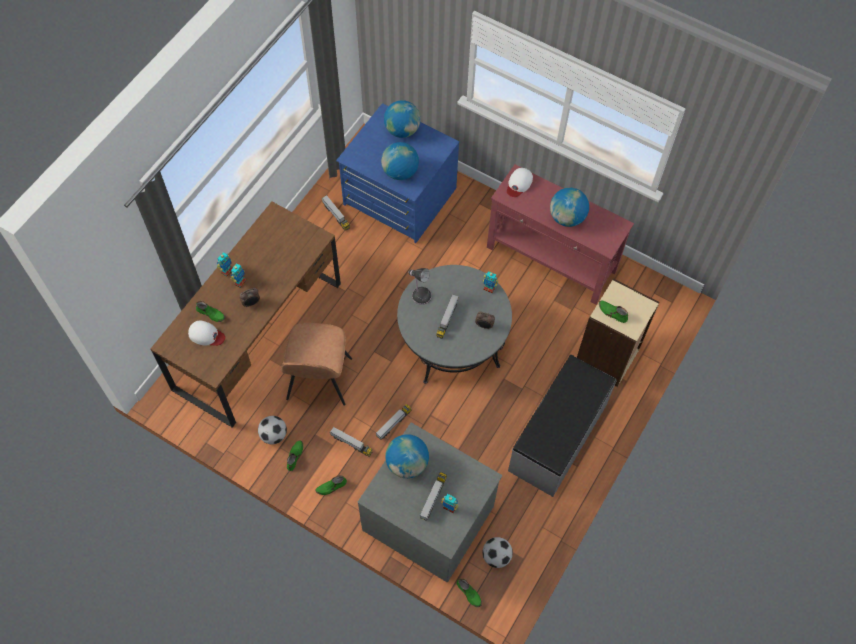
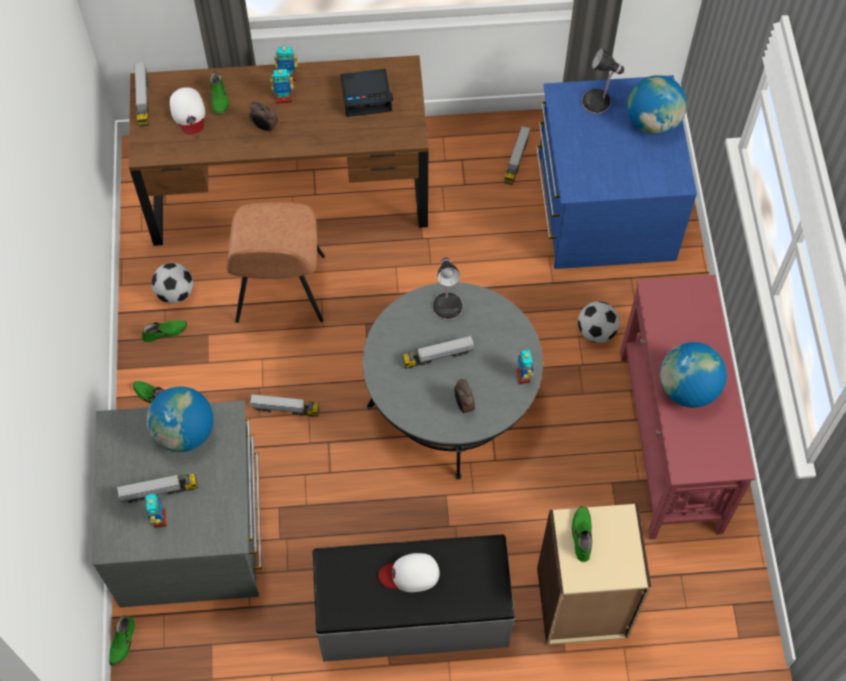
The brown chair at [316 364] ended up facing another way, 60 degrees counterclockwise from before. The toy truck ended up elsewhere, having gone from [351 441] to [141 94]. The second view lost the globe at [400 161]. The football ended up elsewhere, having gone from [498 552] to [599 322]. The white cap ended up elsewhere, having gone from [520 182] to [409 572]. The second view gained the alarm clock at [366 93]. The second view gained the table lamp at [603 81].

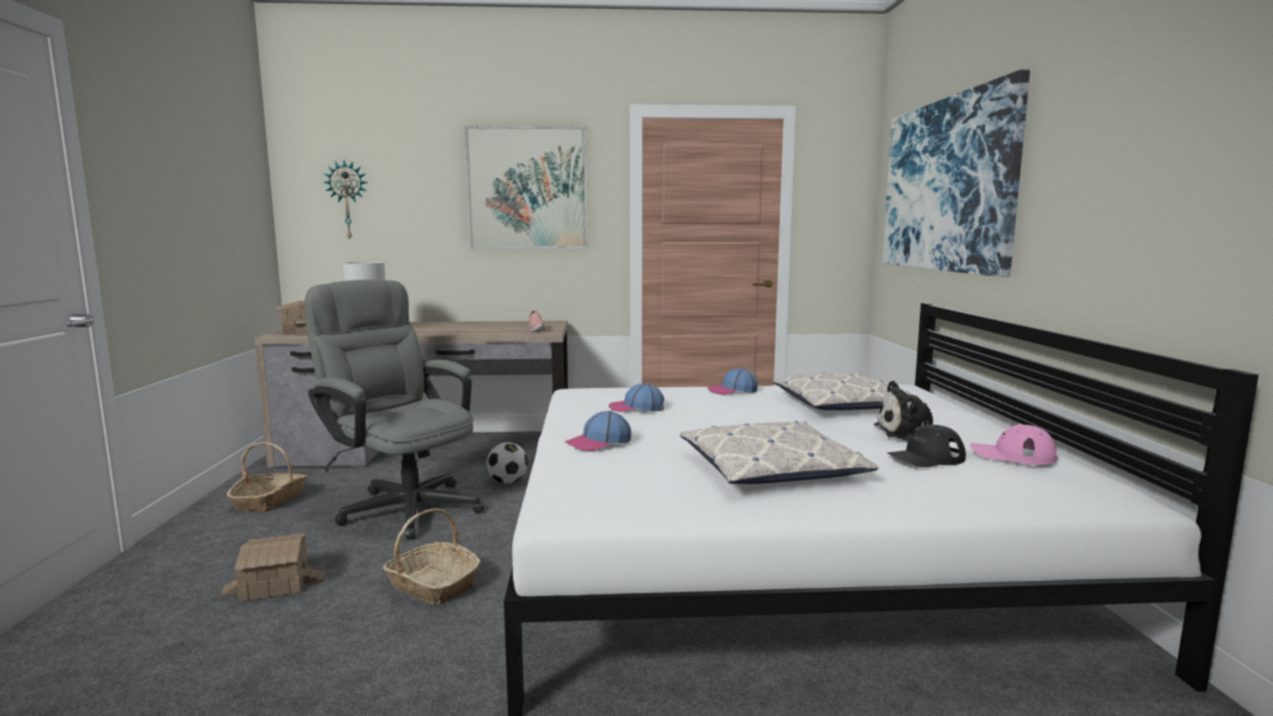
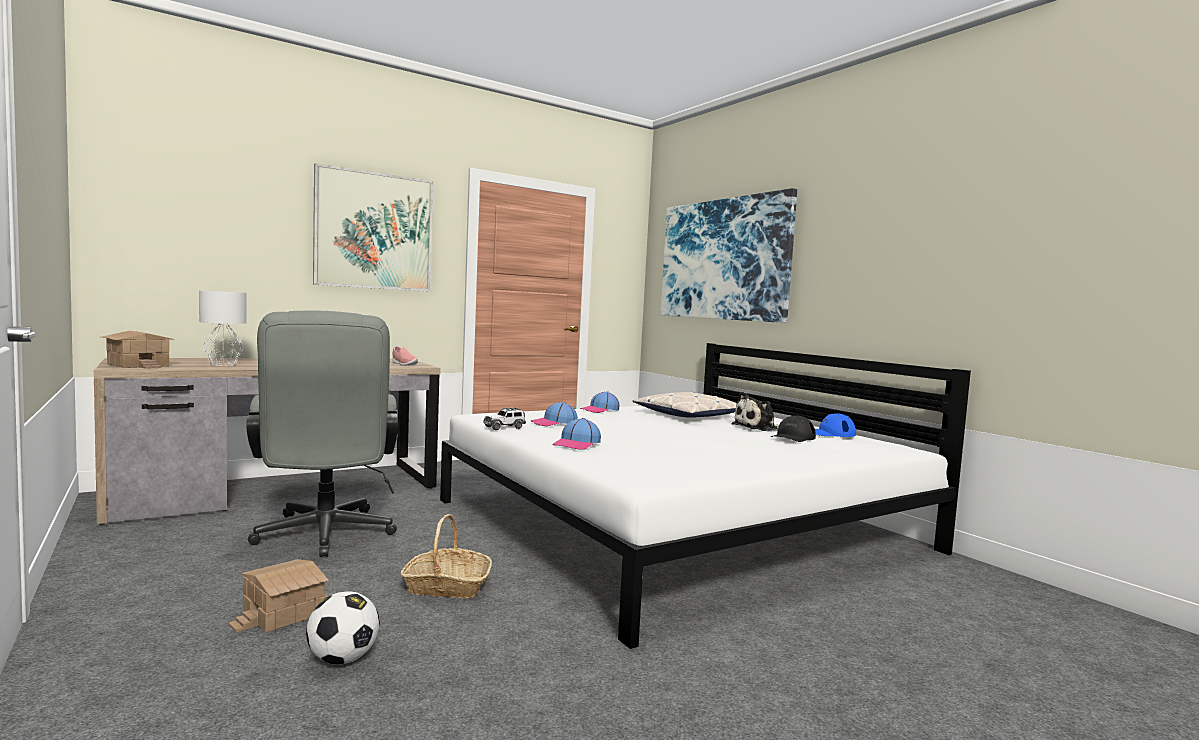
The second view lost the basket at [267 477]. The grey office chair at [394 410] ended up facing another way, 120 degrees counterclockwise from before. The second view lost the wall clock at [345 200]. The football ended up elsewhere, having gone from [507 462] to [343 628]. The second view lost the pillow at [779 452]. What was the pink cap at [1014 445] turned into the blue cap at [835 425]. The second view gained the toy car at [504 419].

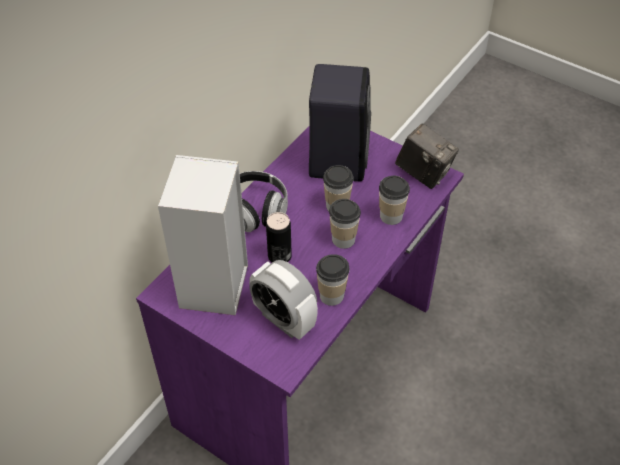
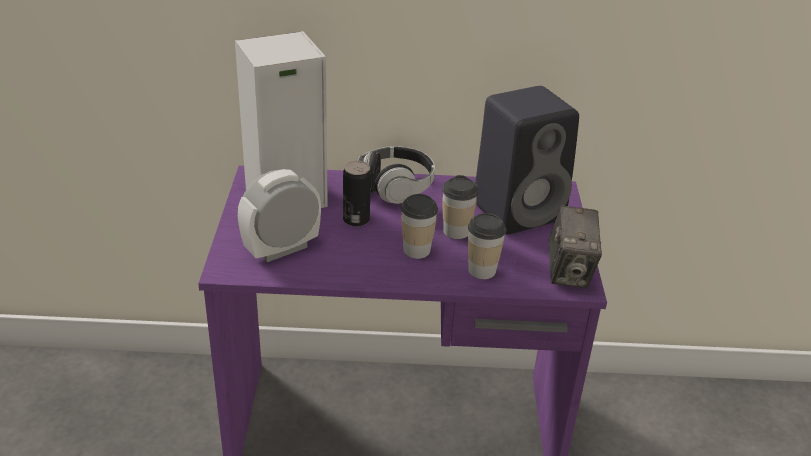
The alarm clock at [283 300] ended up facing another way, 45 degrees clockwise from before. The second view lost the cup at [333 280].

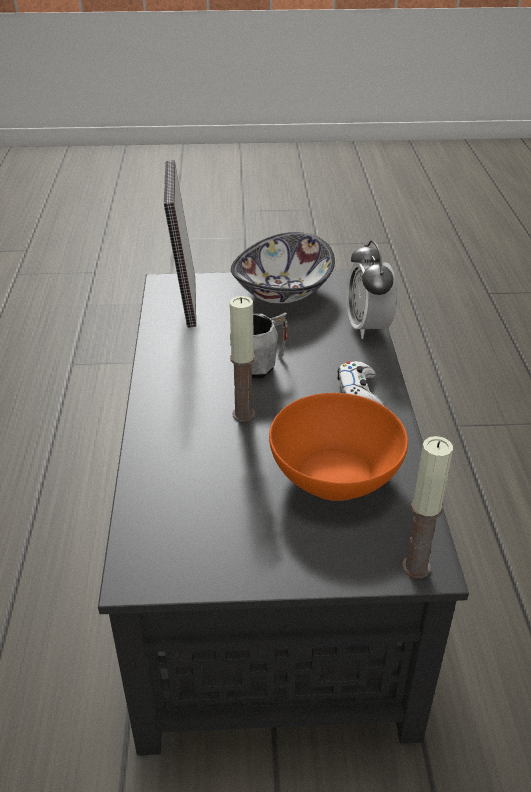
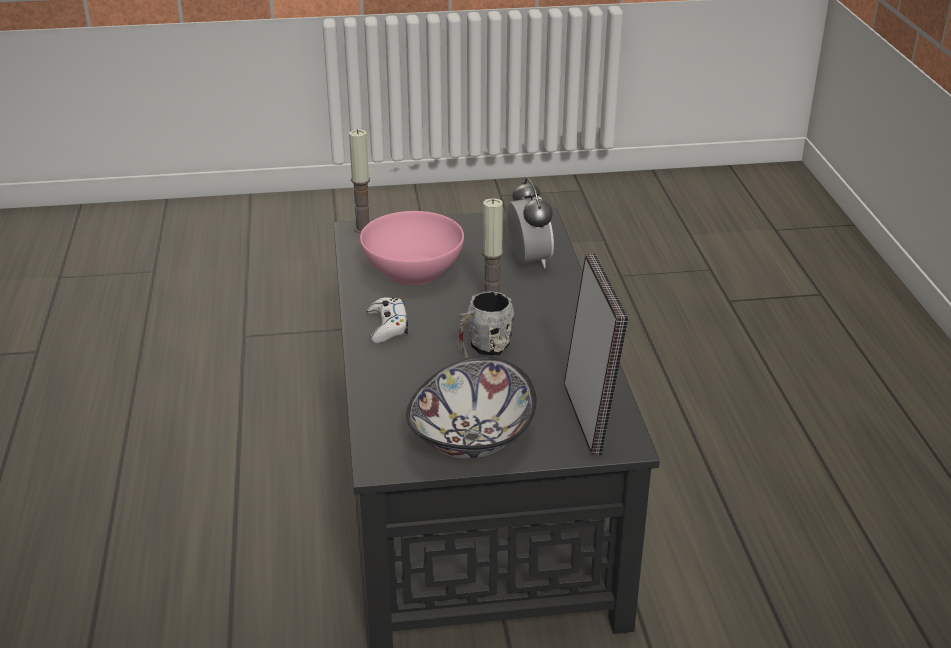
What was the orange bowl at [338 447] turned into the pink bowl at [412 248]. The alarm clock ended up elsewhere, having gone from [371 289] to [530 223].

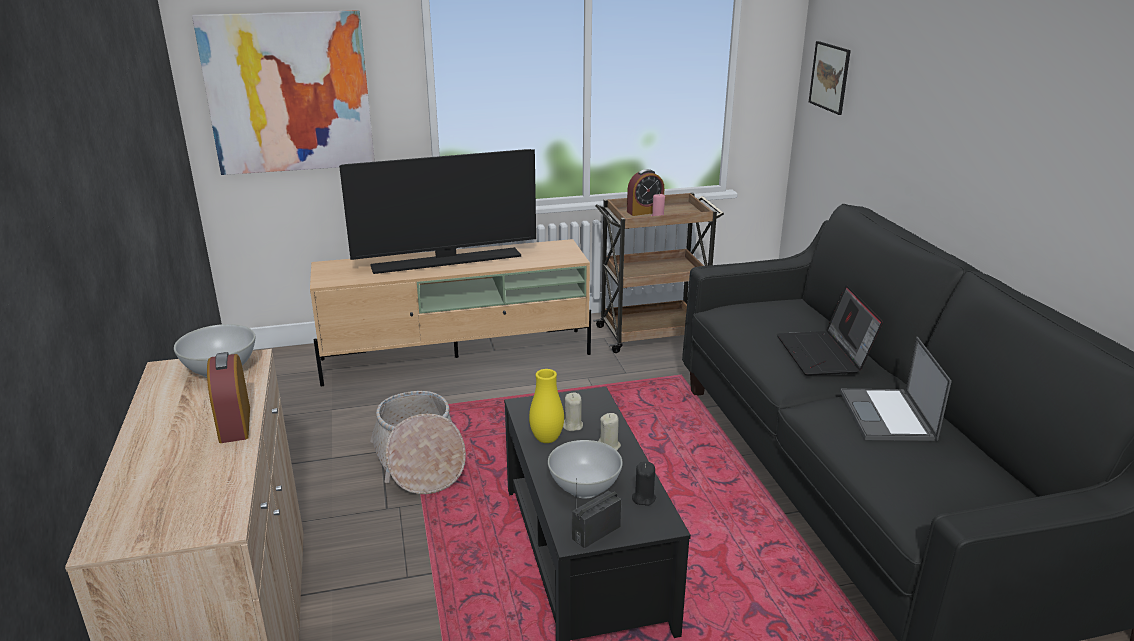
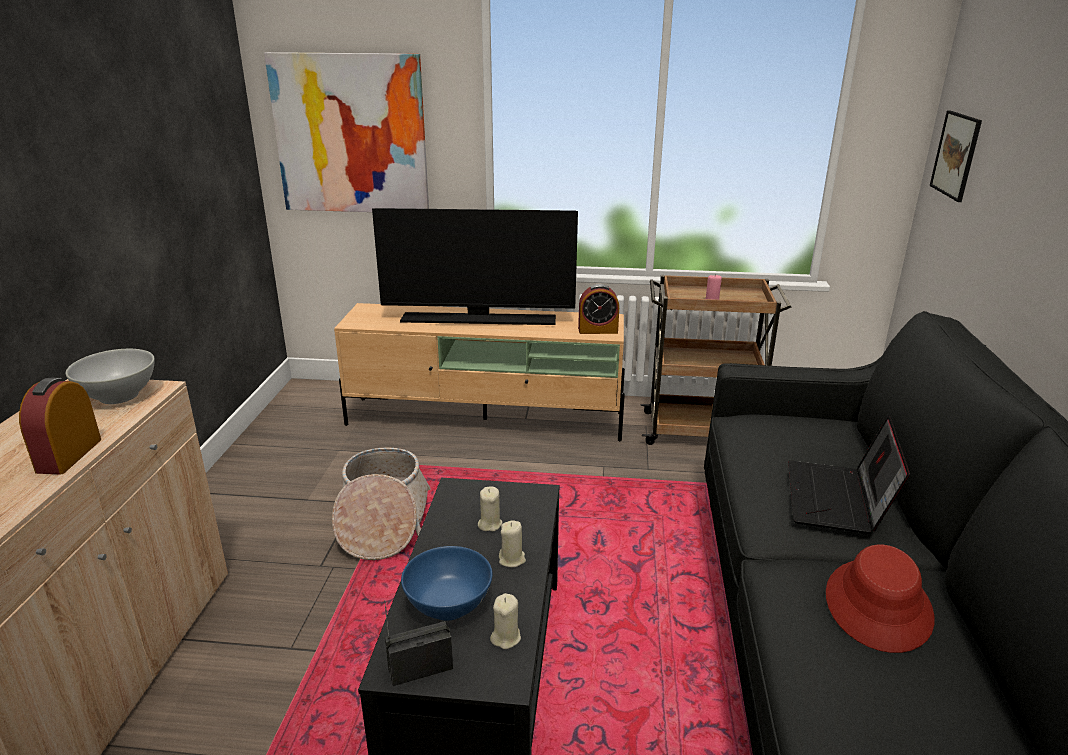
The second view lost the yellow vase at [546 406]. What was the white bowl at [585 469] turned into the blue bowl at [446 583]. The alarm clock ended up elsewhere, having gone from [645 192] to [598 309]. What was the black candle at [644 484] turned into the beige candle at [505 621]. Where the laptop stood at [896 389], the red hat came to stand at [880 598].

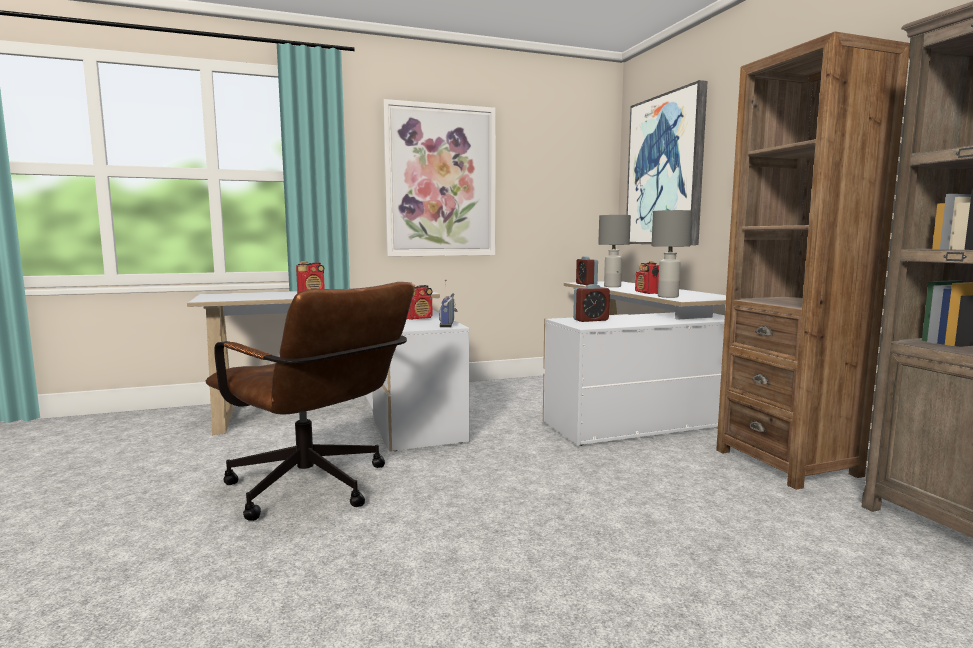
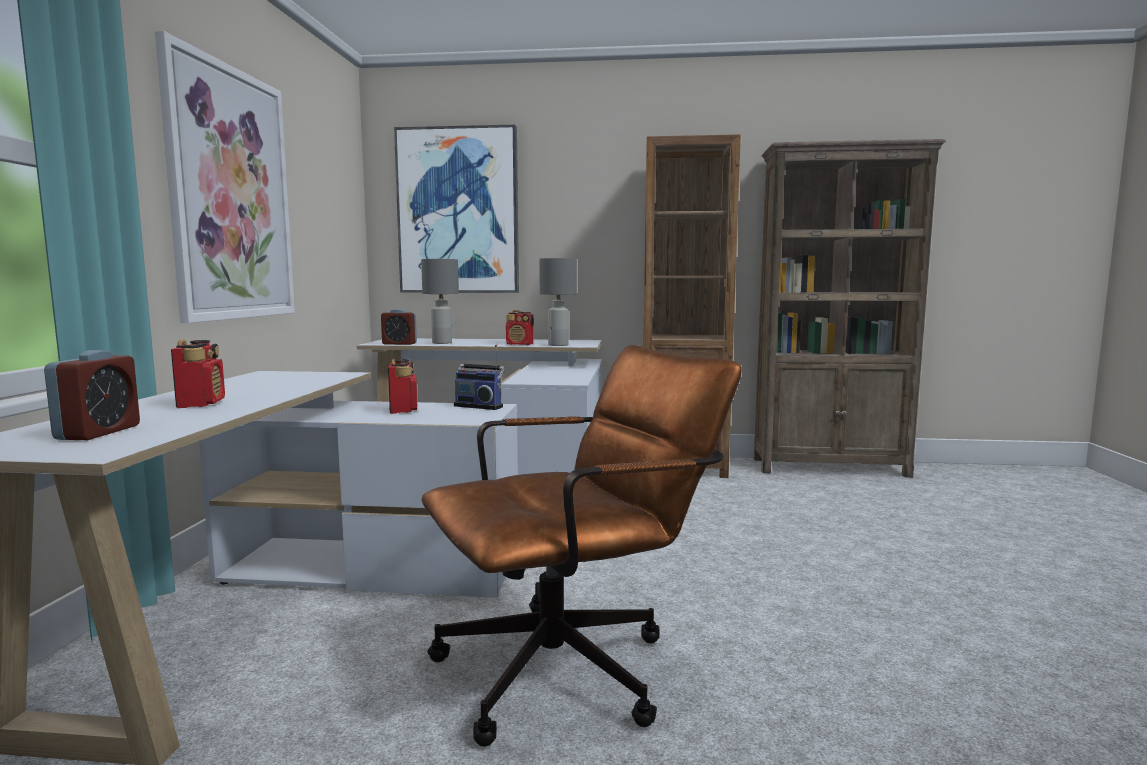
The alarm clock ended up elsewhere, having gone from [591 303] to [92 395].

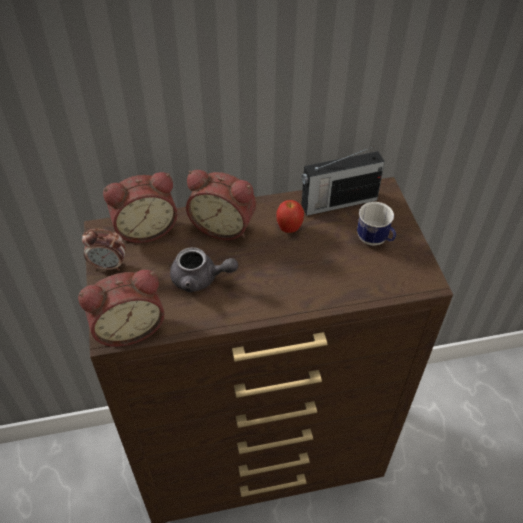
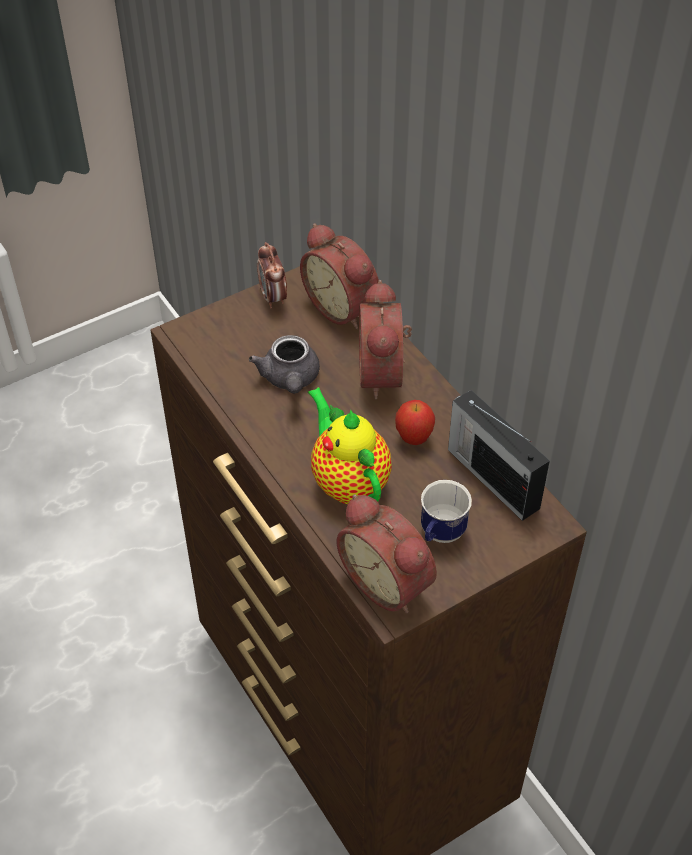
The alarm clock ended up elsewhere, having gone from [121 308] to [387 553]. The second view gained the teapot at [350 445].

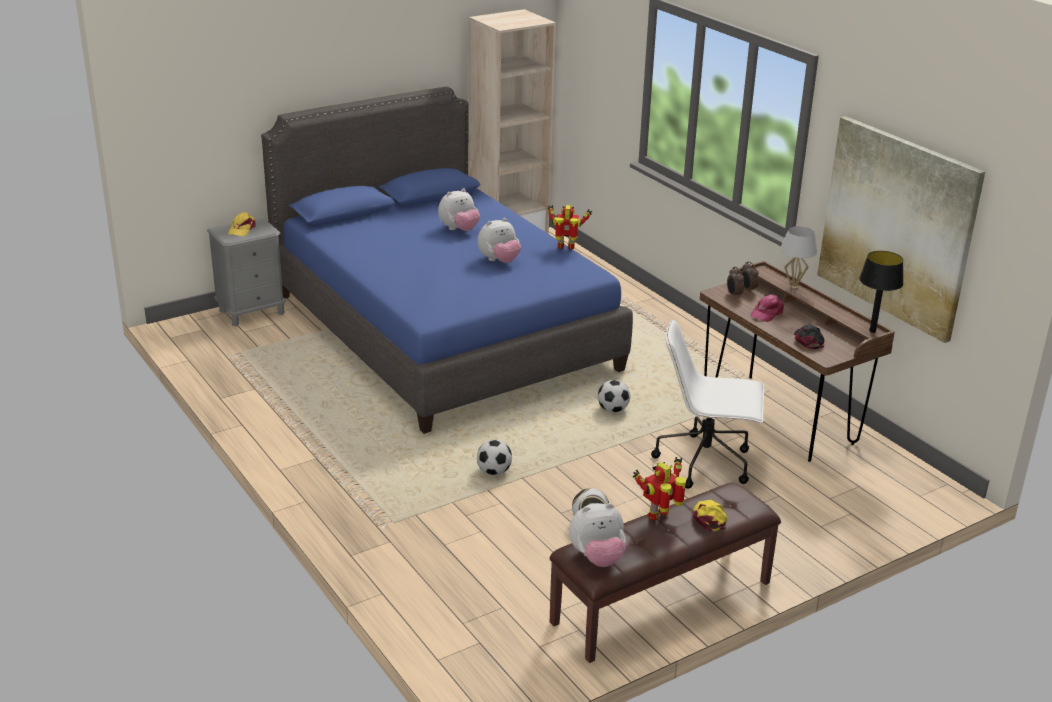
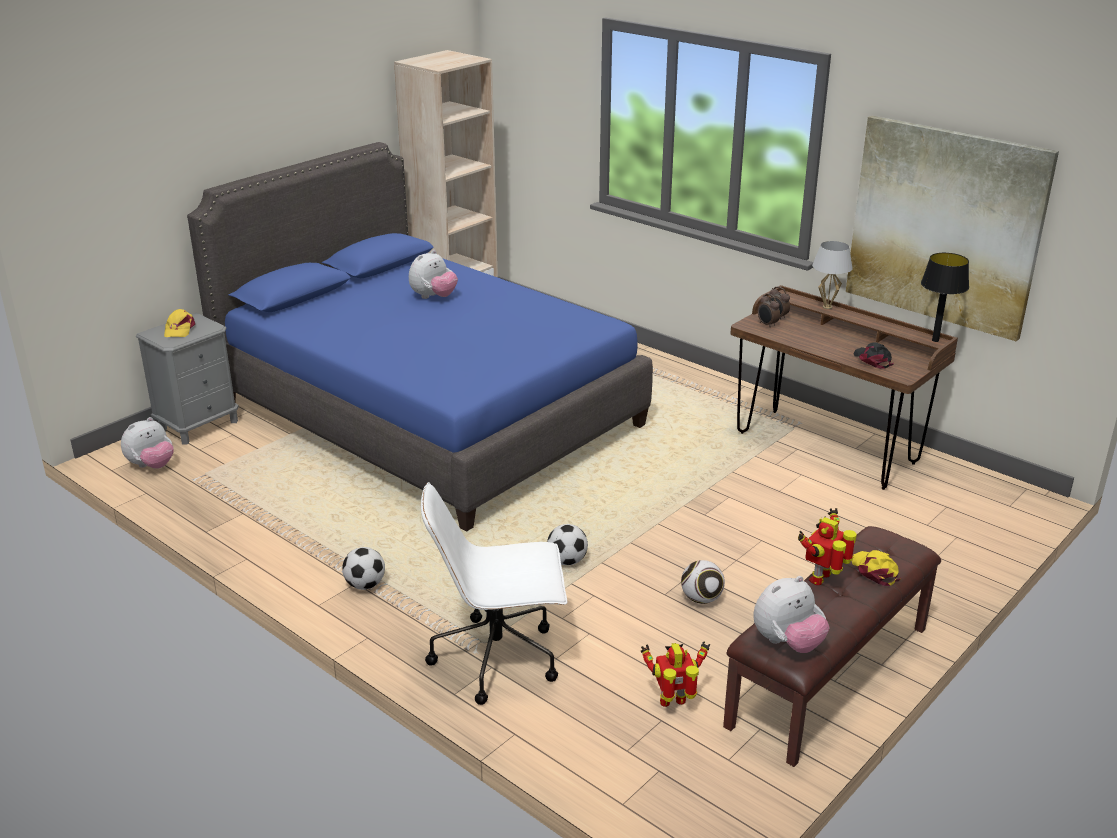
The plush toy ended up elsewhere, having gone from [499 240] to [147 443]. The toy robot ended up elsewhere, having gone from [570 227] to [675 674]. The football ended up elsewhere, having gone from [614 396] to [363 568]. The white office chair ended up elsewhere, having gone from [707 404] to [494 593]. The second view lost the pink cap at [767 308].

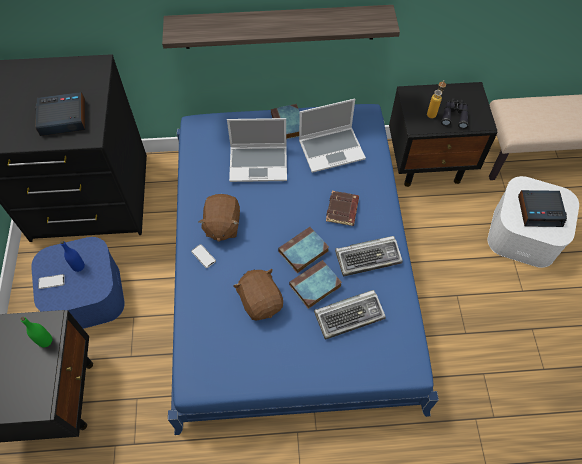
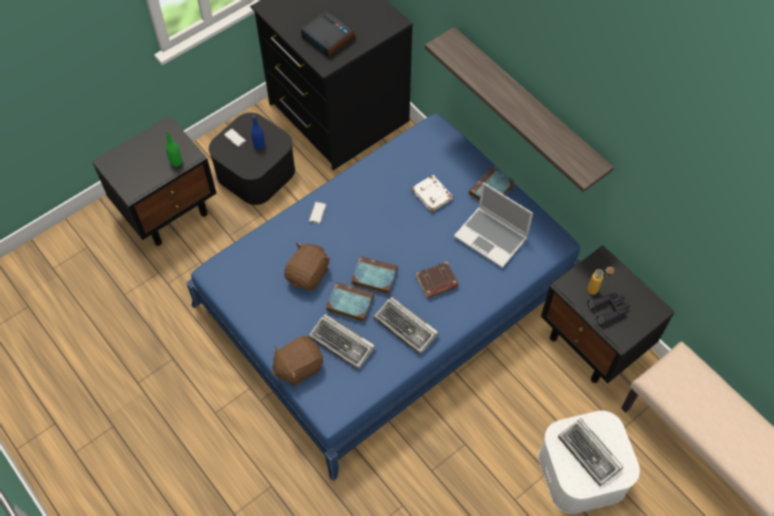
What was the blue storage box at [78 283] turned into the black storage box at [252 159]. The brown plush toy ended up elsewhere, having gone from [219 218] to [297 361]. Where the laptop stood at [257 150], the white book came to stand at [432 193]. Where the alarm clock stood at [542 208], the keyboard came to stand at [590 452].

